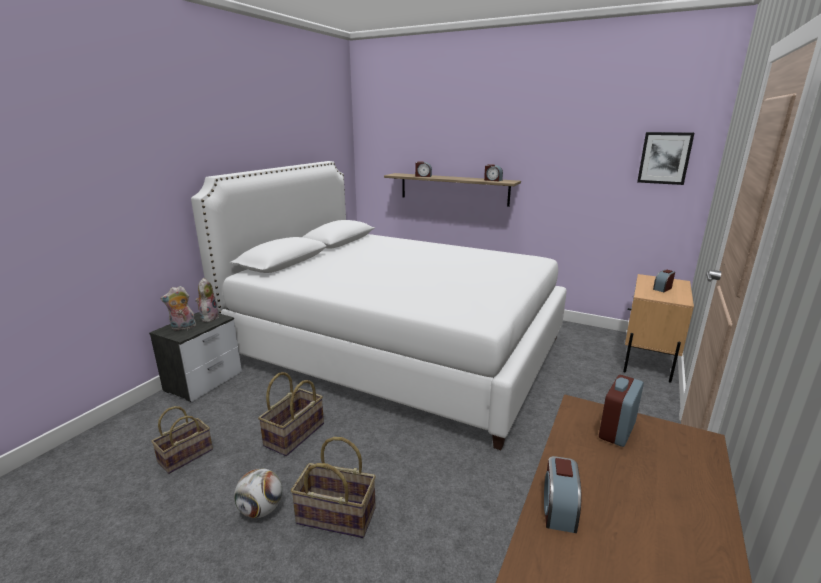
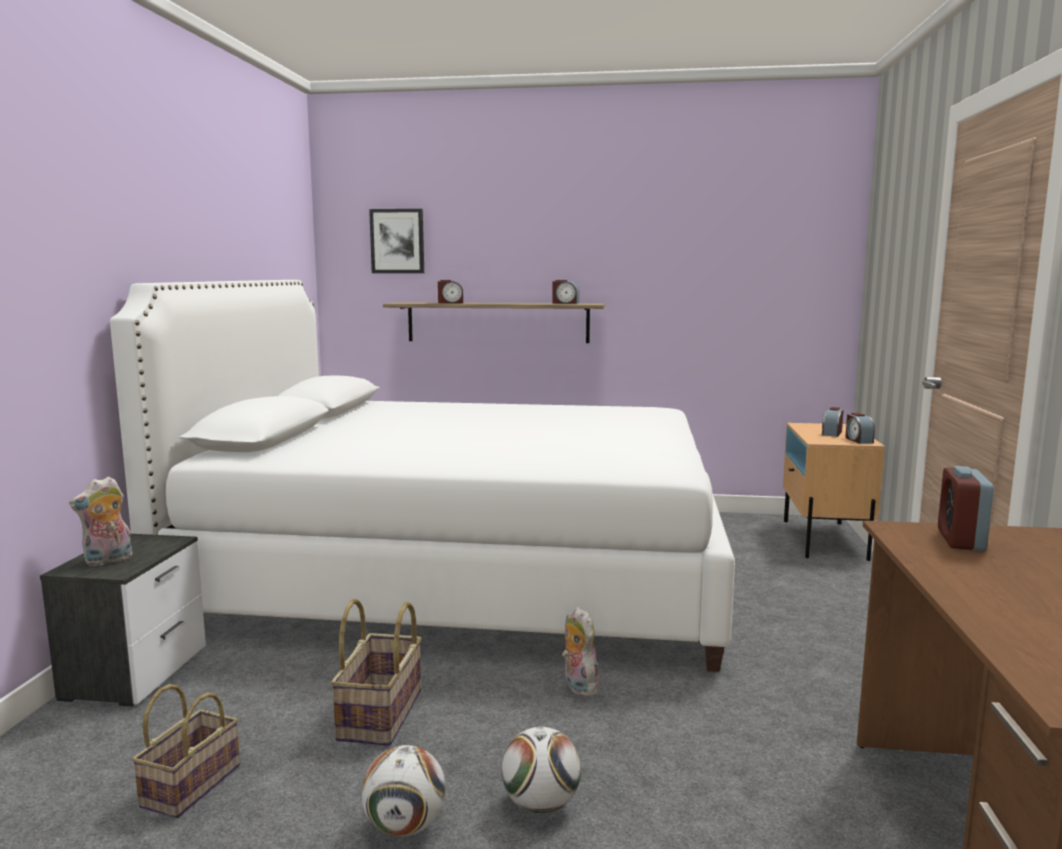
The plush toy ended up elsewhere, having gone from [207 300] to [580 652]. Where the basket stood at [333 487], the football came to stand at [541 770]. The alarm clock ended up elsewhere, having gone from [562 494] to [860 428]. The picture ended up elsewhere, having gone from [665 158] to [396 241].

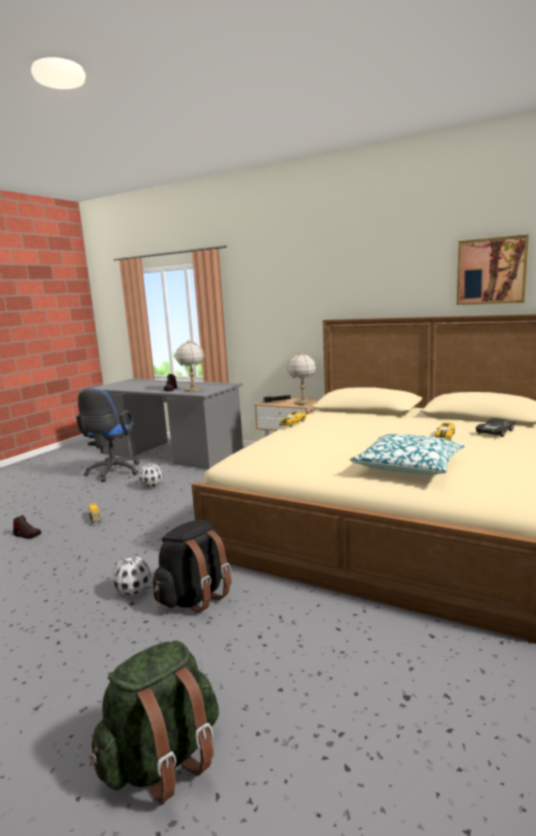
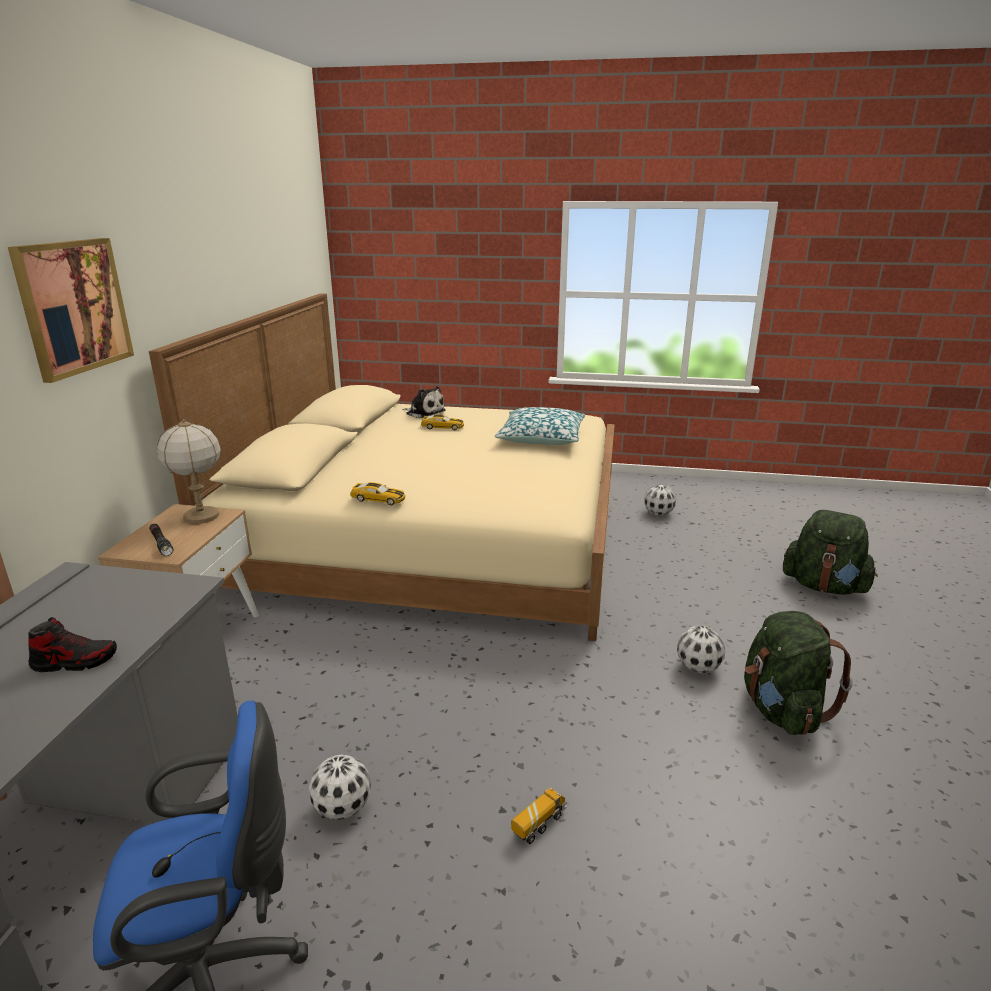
The second view lost the shoe at [27 527]. The second view lost the black backpack at [192 566]. The second view lost the table lamp at [190 366]. The picture ended up elsewhere, having gone from [493 269] to [71 310]. Where the black toy car stood at [496 427], the plush toy came to stand at [424 402]. The second view gained the football at [660 500]. The second view gained the green backpack at [798 673].

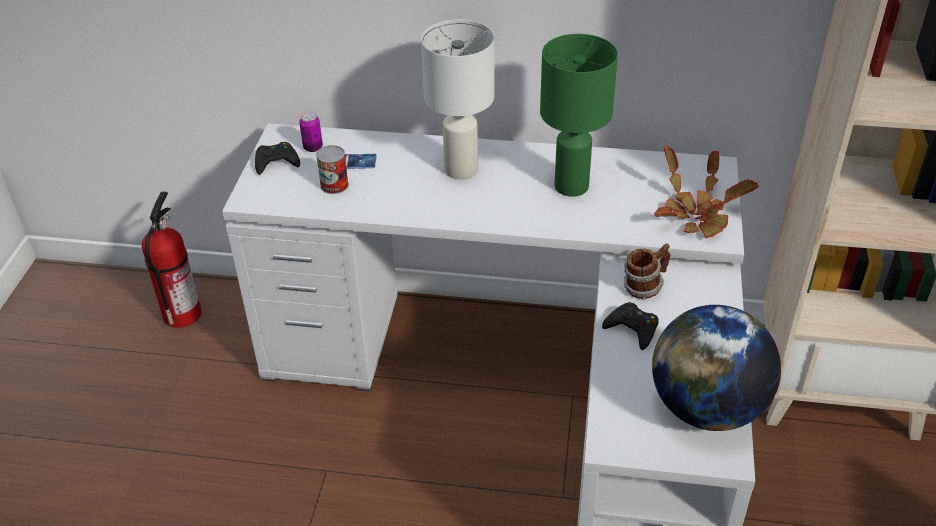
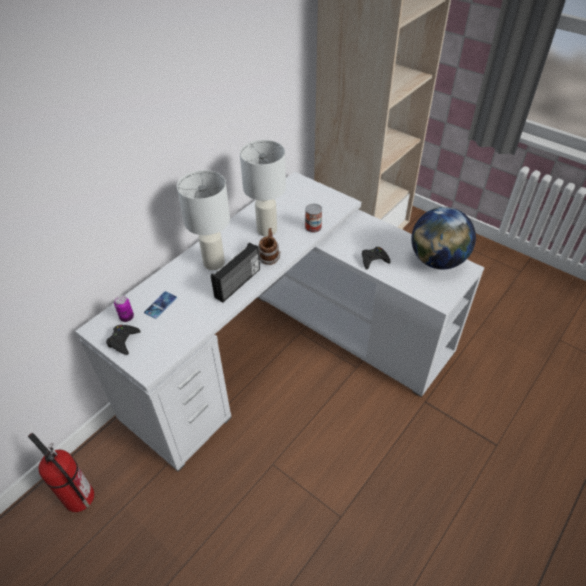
The can ended up elsewhere, having gone from [332 169] to [313 218]. What was the green table lamp at [579 115] turned into the white table lamp at [263 188]. The mug ended up elsewhere, having gone from [647 271] to [269 246]. The second view lost the potted plant at [706 192]. The second view gained the radio at [235 272].

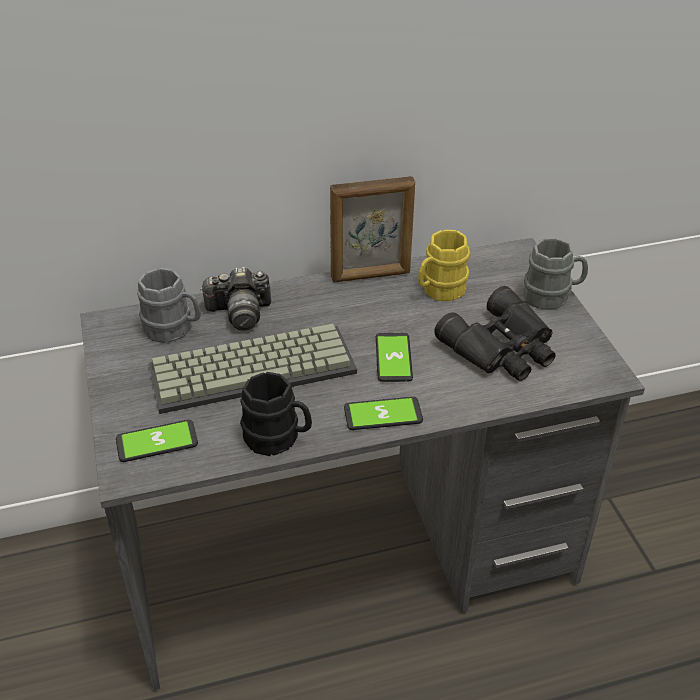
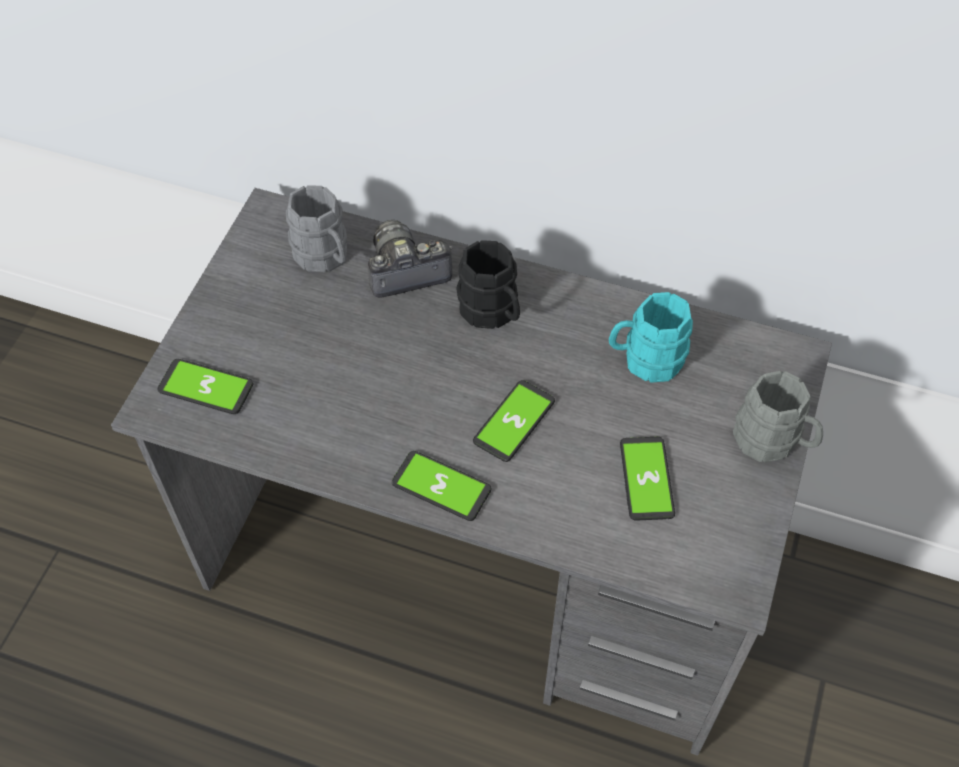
The second view lost the keyboard at [253 369]. The photo camera at [235 298] ended up facing another way, 135 degrees clockwise from before. The black mug ended up elsewhere, having gone from [276 414] to [488 284]. The second view lost the picture frame at [372 229]. What was the yellow mug at [444 265] turned into the turquoise mug at [651 337]. Where the black binoculars stood at [495 333], the phone came to stand at [647 479].

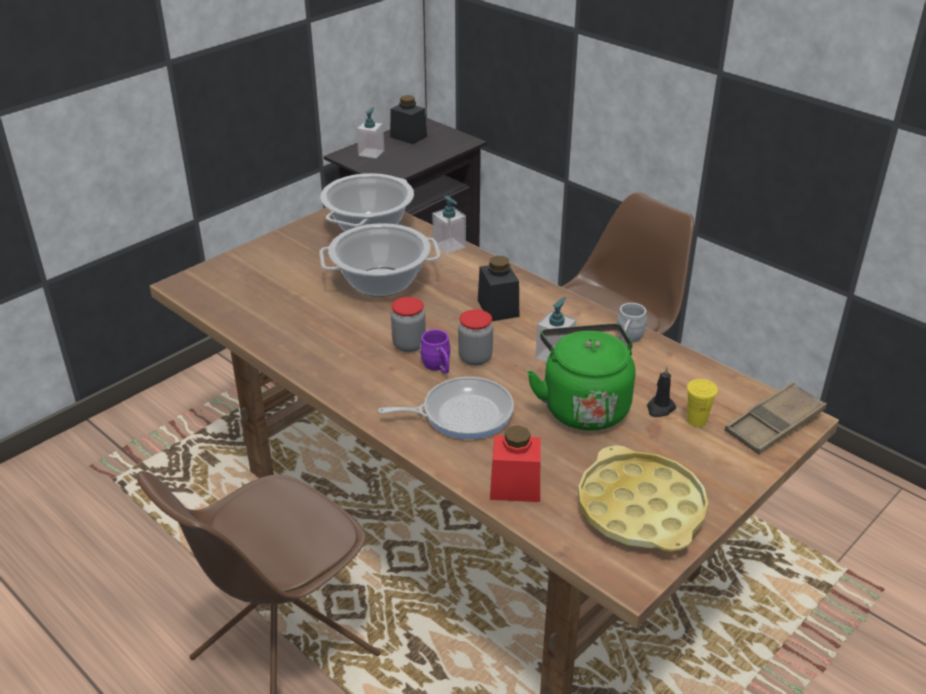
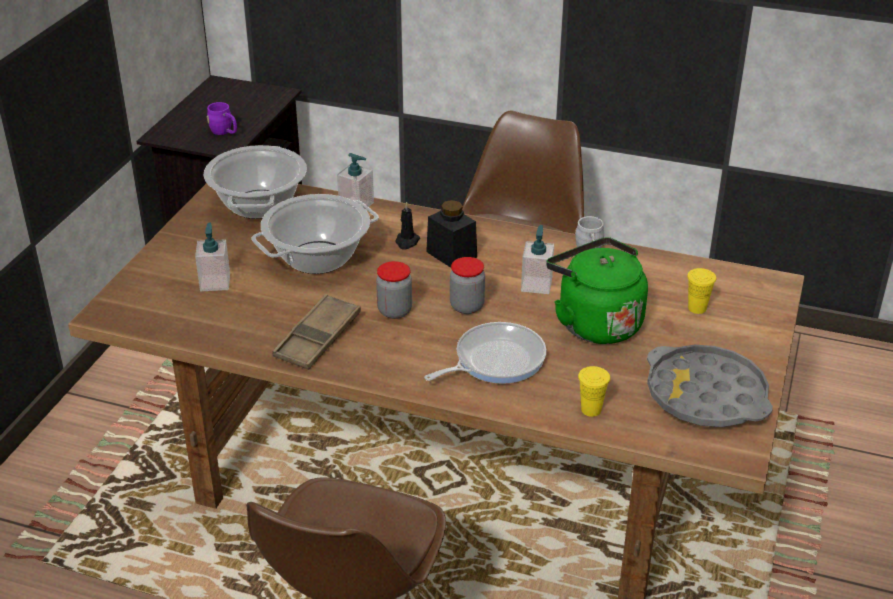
The soap dispenser ended up elsewhere, having gone from [370 133] to [212 257]. The second view lost the black jar at [408 119]. The purple mug ended up elsewhere, having gone from [435 351] to [222 118]. Where the red jar stood at [515 463], the yellow cup came to stand at [594 391]. What was the yellow tray at [643 498] turned into the grey tray at [710 386]. The black candle ended up elsewhere, having gone from [661 392] to [408 225]. The brown tray ended up elsewhere, having gone from [776 418] to [316 332].

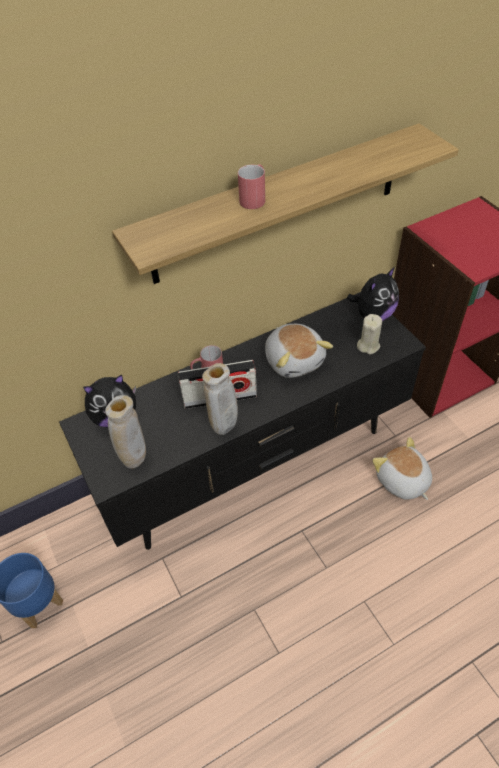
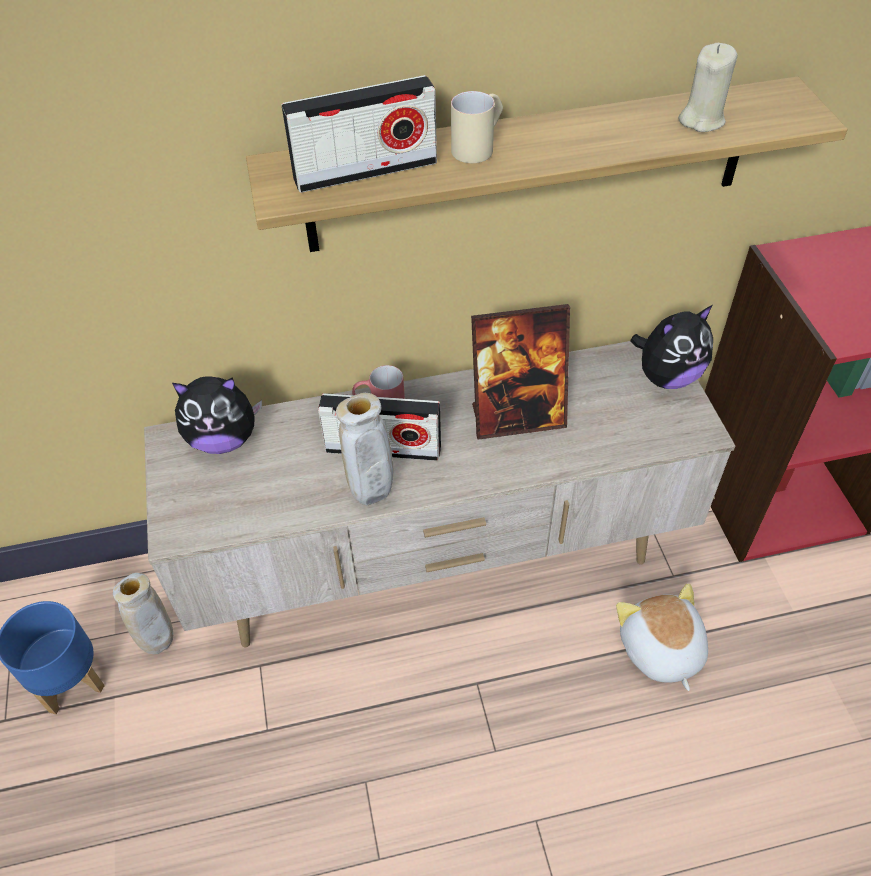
What was the black tv stand at [242 421] turned into the beige tv stand at [439 492]. The beige vase ended up elsewhere, having gone from [125 431] to [143 613]. What was the red mug at [251 186] turned into the beige mug at [477 127]. Where the plush toy stood at [299 351], the picture frame came to stand at [520 372]. The beige candle ended up elsewhere, having gone from [369 334] to [707 87]. The second view gained the radio at [359 134].

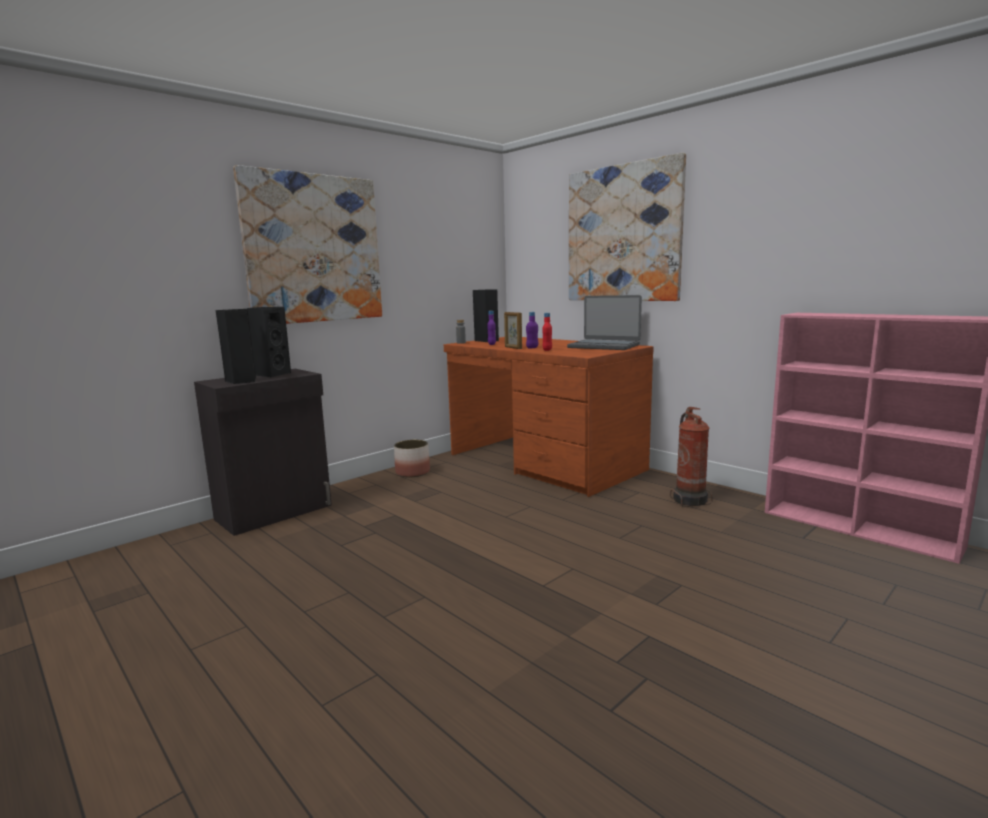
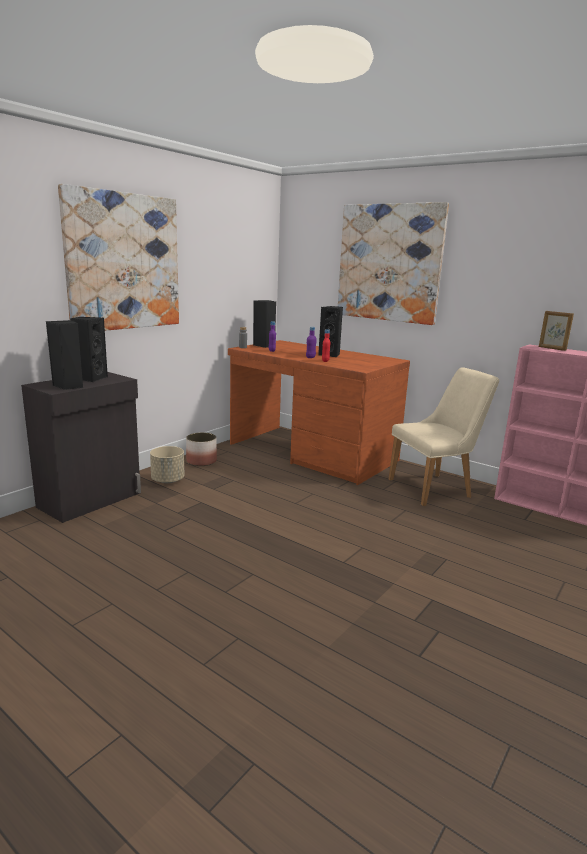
The picture frame ended up elsewhere, having gone from [513 330] to [556 331]. The second view lost the laptop at [604 322]. Where the fire extinguisher stood at [691 457], the beige chair came to stand at [444 436]. The second view gained the beige planter at [167 464]. The second view gained the black speaker at [330 331].

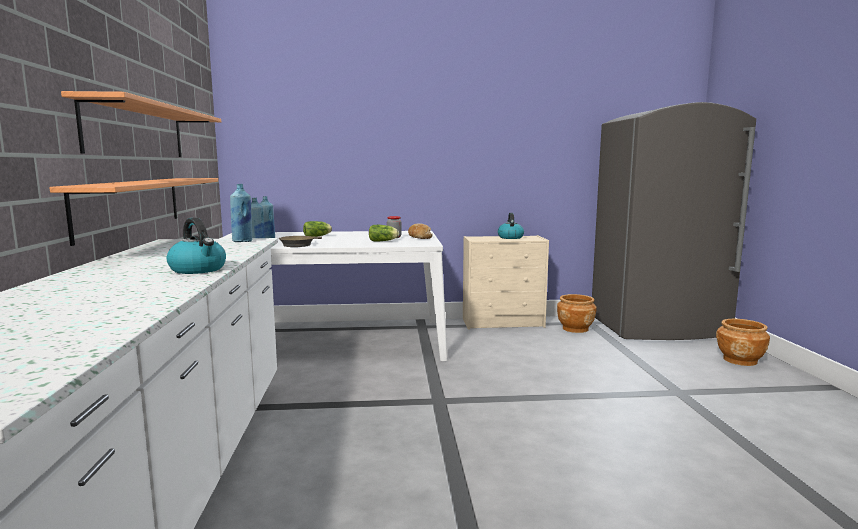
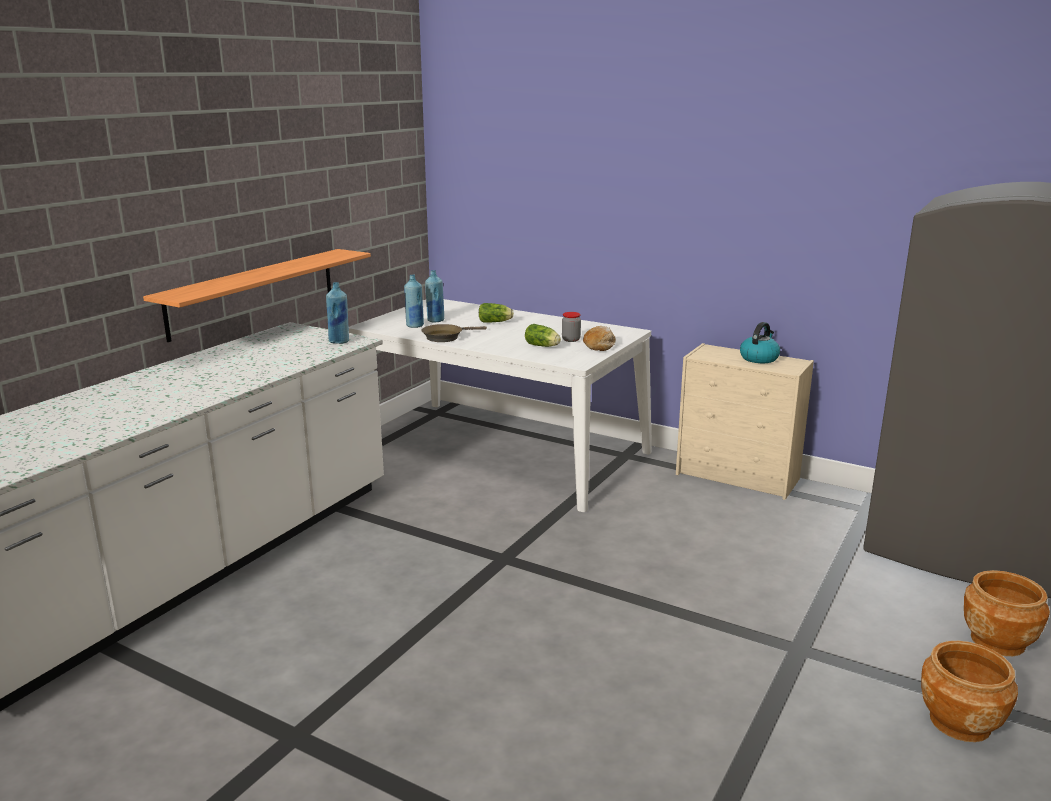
The second view lost the shelf at [141 124]. The second view lost the kettle at [196 246]. The brown planter ended up elsewhere, having gone from [577 313] to [969 691].

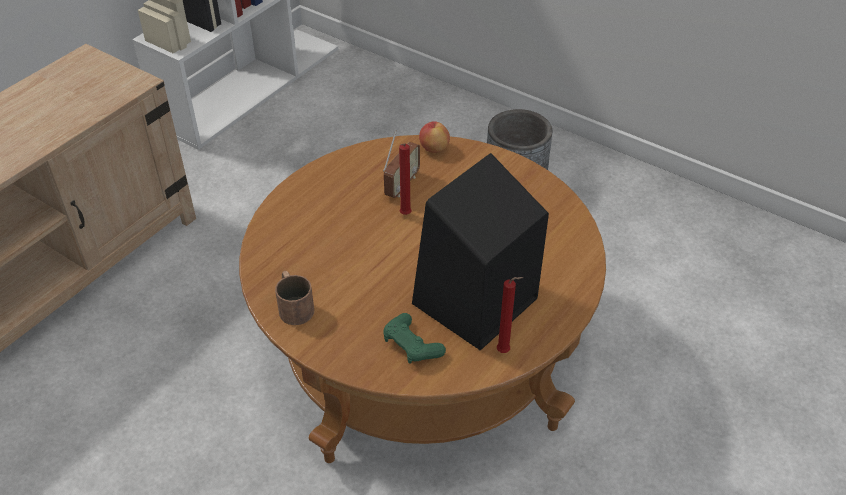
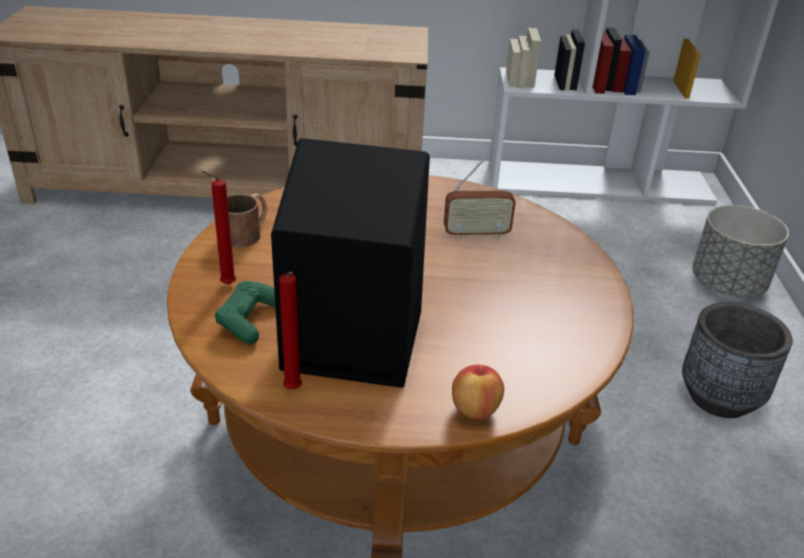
The red candle ended up elsewhere, having gone from [405 179] to [219 228]. The apple ended up elsewhere, having gone from [434 137] to [478 392]. The second view gained the grey planter at [740 251].

